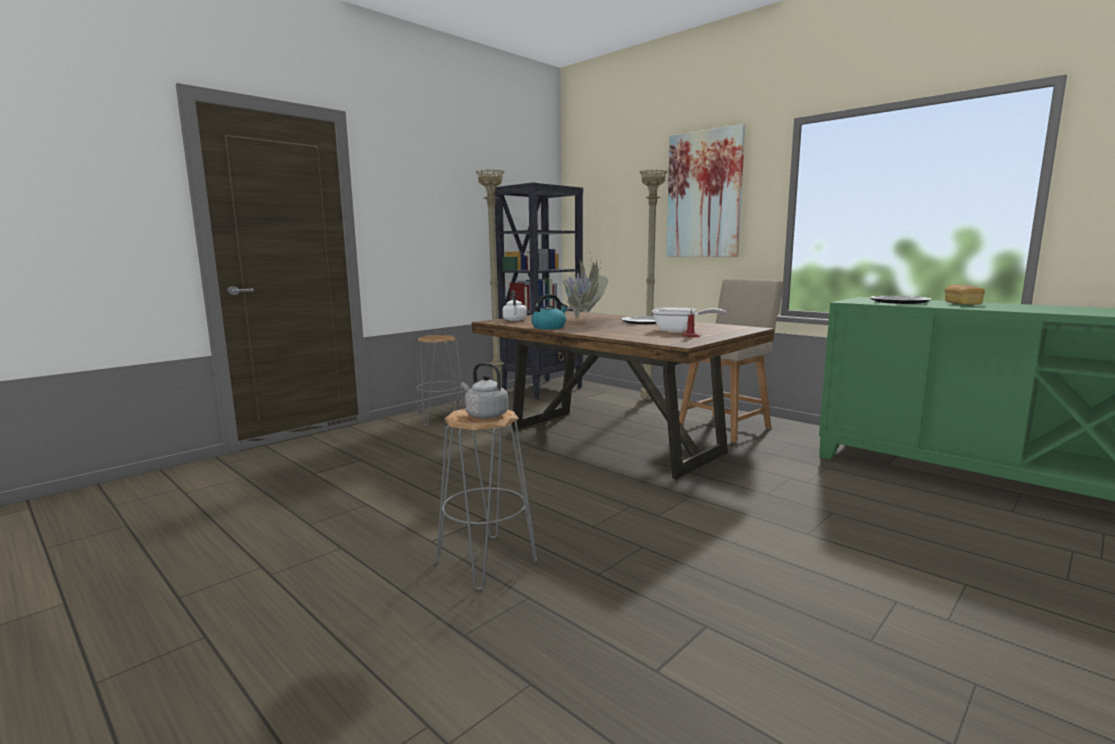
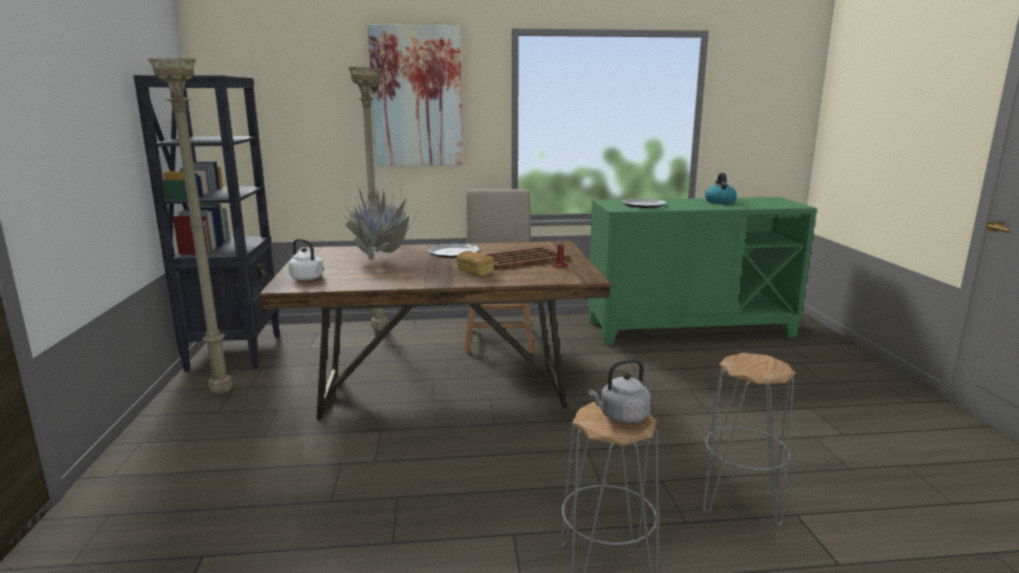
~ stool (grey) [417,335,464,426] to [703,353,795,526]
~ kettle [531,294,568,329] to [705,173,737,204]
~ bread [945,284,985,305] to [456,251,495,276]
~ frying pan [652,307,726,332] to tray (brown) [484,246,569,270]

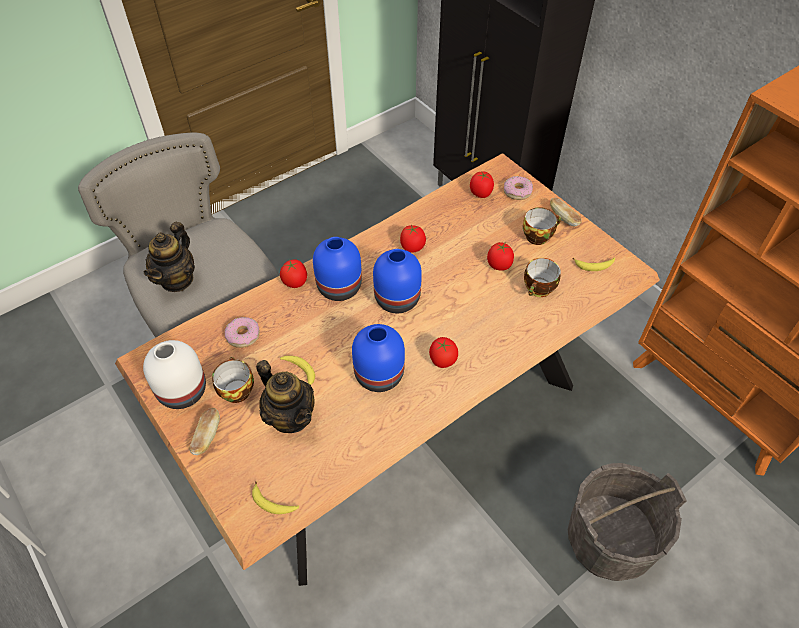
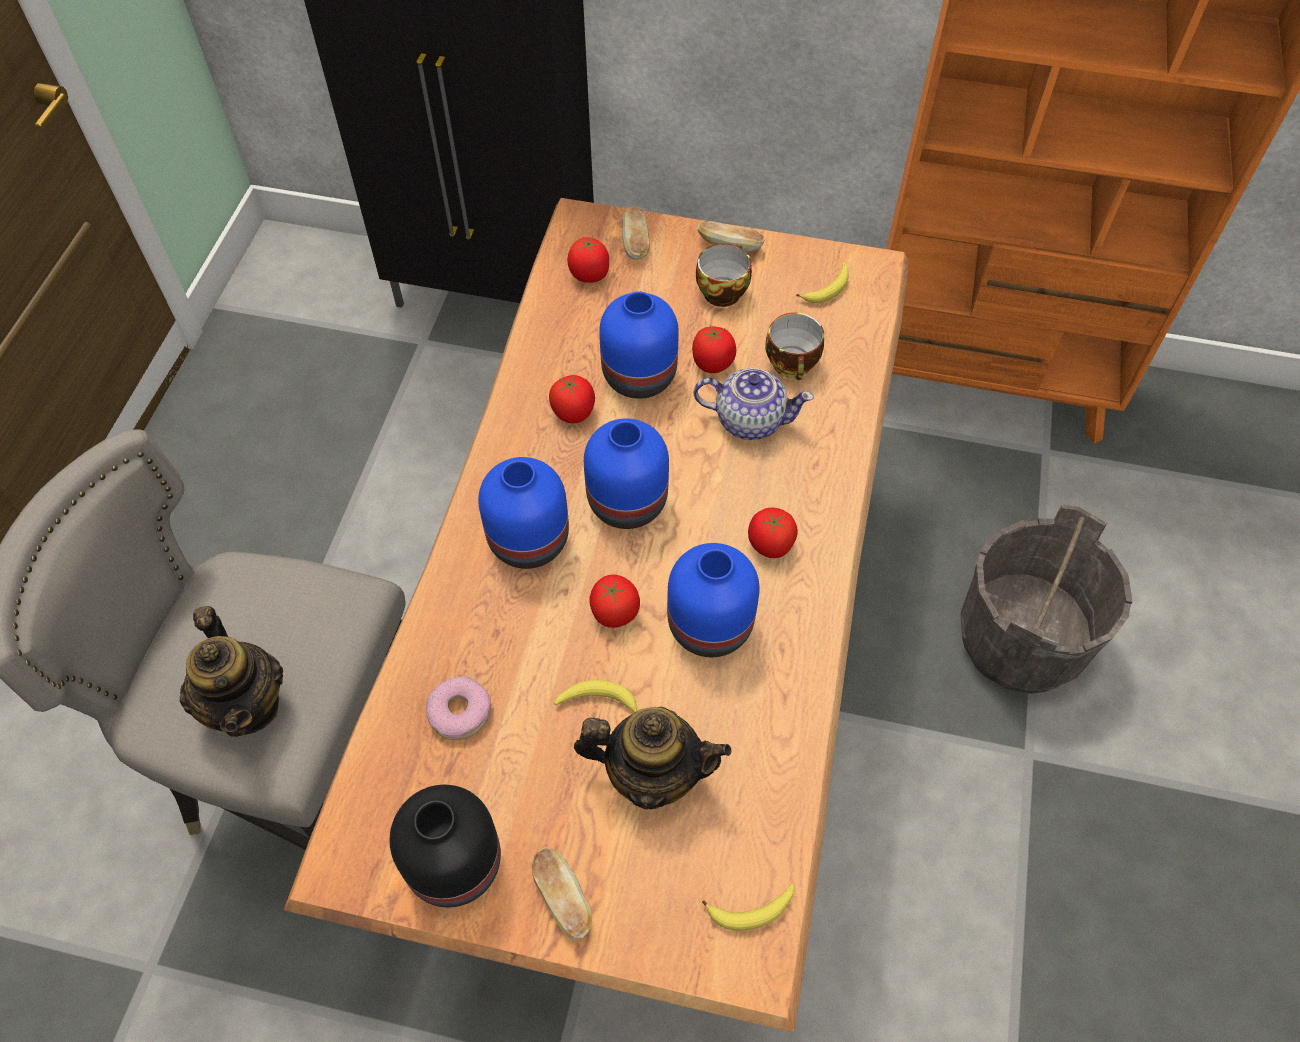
- cup [212,357,254,403]
+ vase (blue) [599,291,679,399]
+ teapot [694,368,814,440]
~ tomato [280,260,307,288] to [589,575,640,628]
~ donut [504,176,533,200] to bread [622,206,650,260]
~ vase (white) [143,340,206,409] to vase (black) [390,785,501,907]

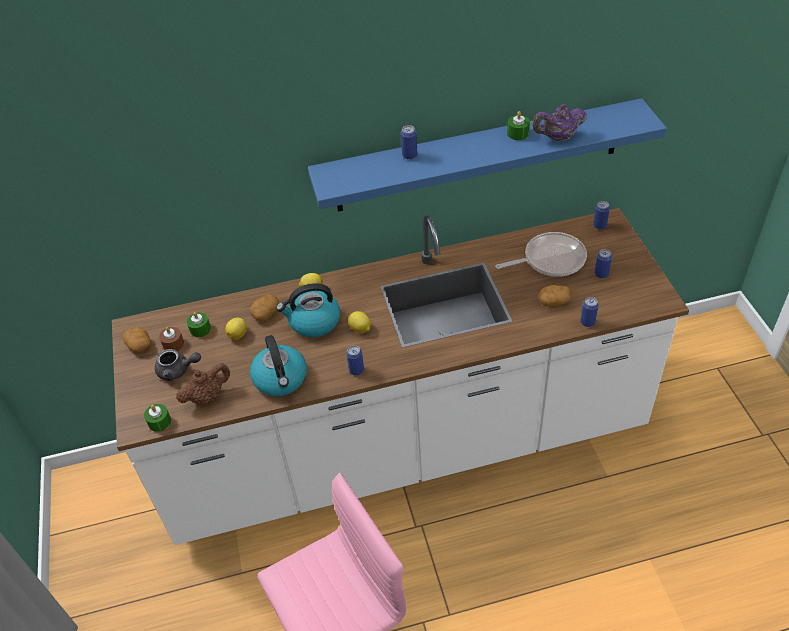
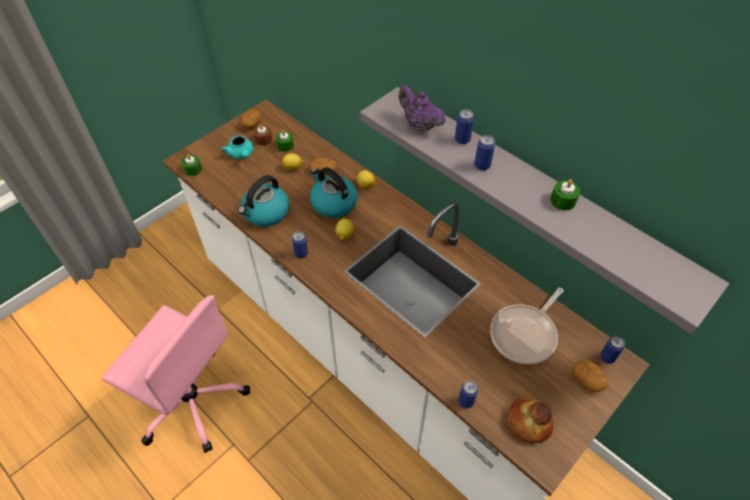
- teapot (brown) [176,363,230,405]
+ bread [507,398,553,443]
~ teapot (purple) [532,104,587,141] to [398,85,446,131]
~ potato [539,285,572,307] to [573,360,609,392]
~ can [595,249,612,278] to [474,135,495,171]
~ teapot (grey) [155,349,201,381] to teapot (turquoise) [221,134,253,159]
~ shelf (blue) [308,98,667,212] to shelf (grey) [360,87,730,334]
~ frying pan [495,232,587,277] = [490,288,564,365] 90 degrees clockwise

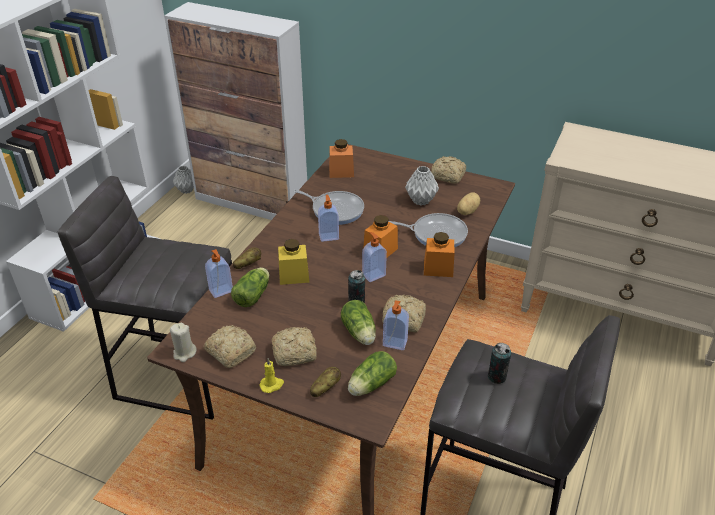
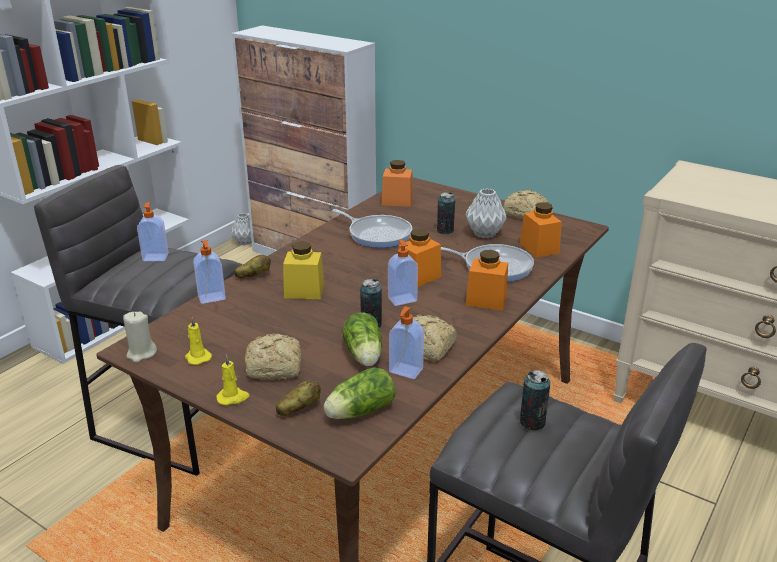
- lettuce [231,267,270,307]
+ can [436,192,455,234]
~ soap dispenser [318,195,339,242] to [137,202,169,261]
~ bread [203,325,256,368] to candle (yellow) [185,317,212,365]
~ potato [457,192,480,215] to jar (orange) [520,203,562,258]

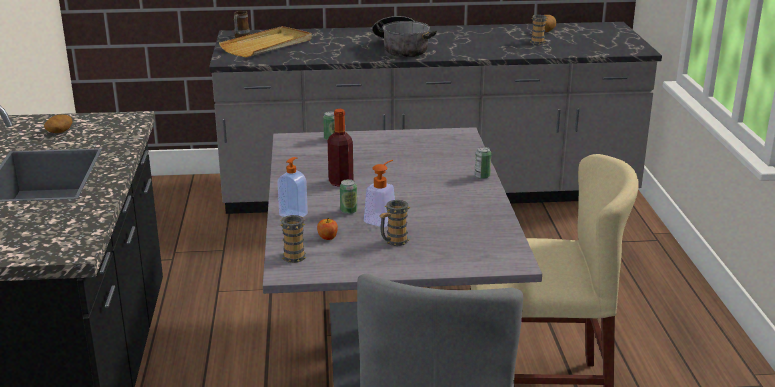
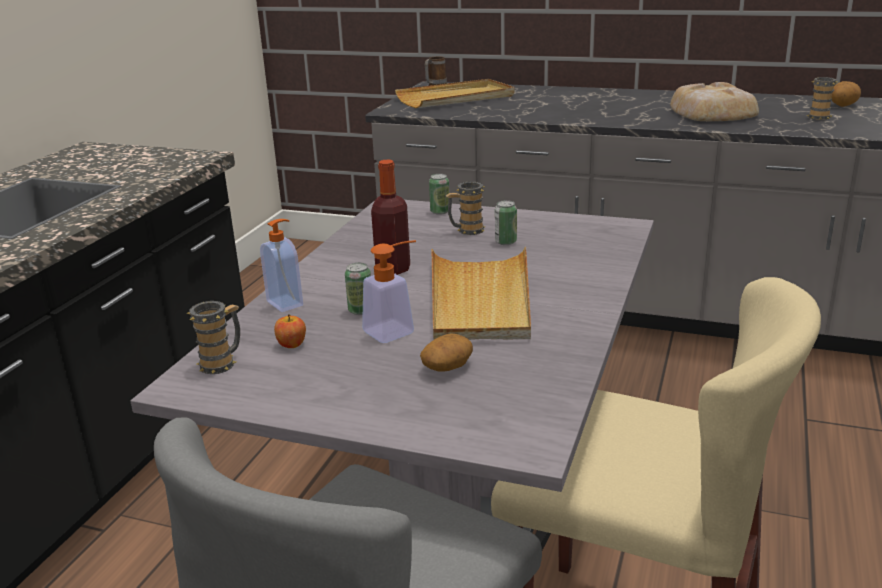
- cooking pot [372,16,437,57]
+ tray (beige) [432,247,531,340]
+ bread [670,82,759,121]
~ potato [44,114,73,133] to [420,334,473,372]
~ mug [379,200,410,246] to [446,182,485,235]
~ can [475,147,491,179] to [495,200,517,245]

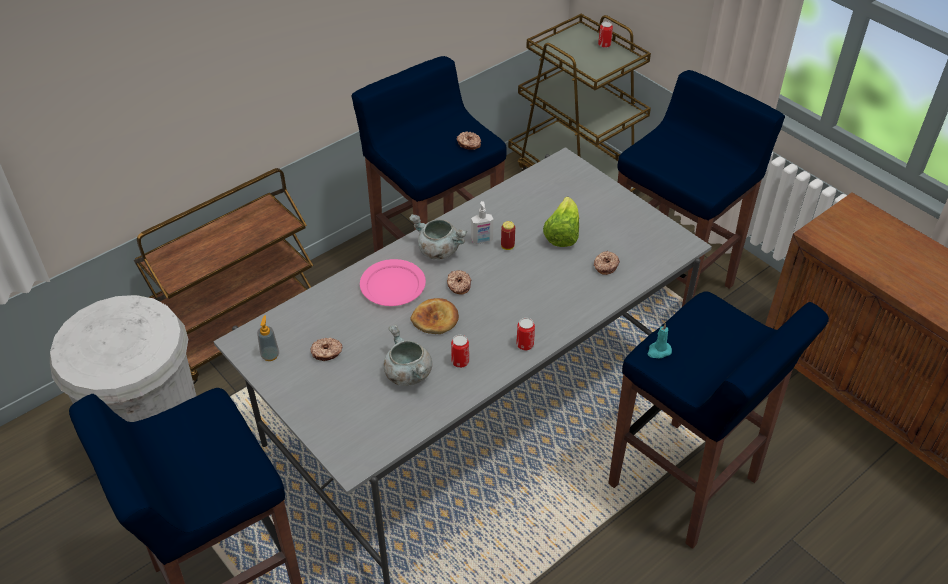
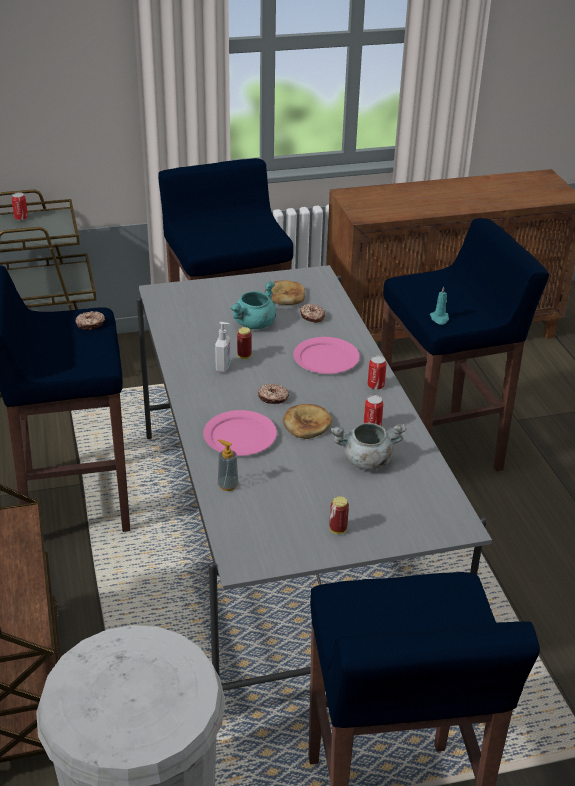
- donut [311,338,343,361]
- cooking pot (grey) [409,214,467,260]
+ bread [264,280,305,305]
+ plate (pink) [293,337,360,374]
+ can [329,496,349,534]
~ soap dispenser [257,315,279,361] to [218,439,239,491]
~ lettuce [543,196,579,247] to cooking pot (turquoise) [230,281,276,329]

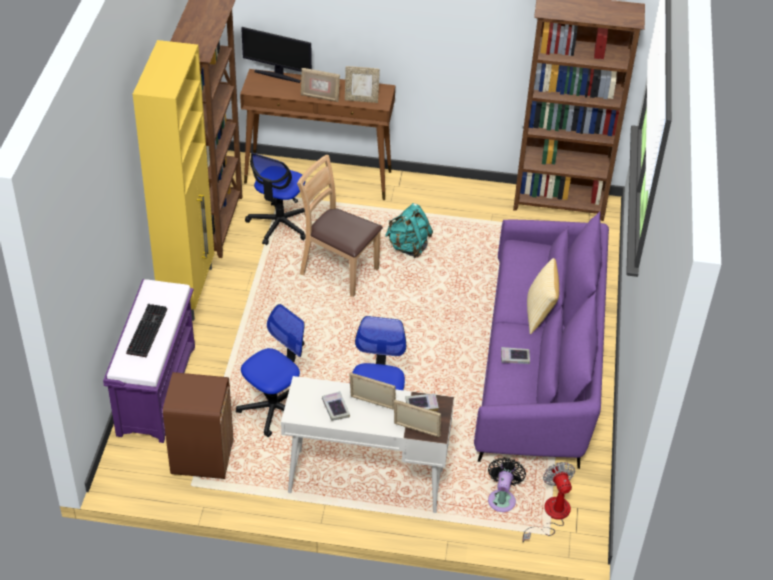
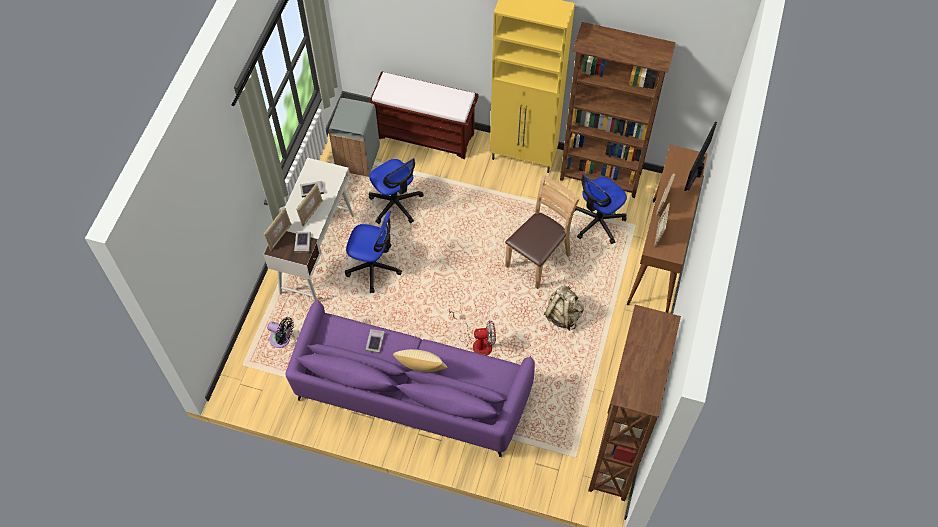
- keyboard [126,304,167,357]
~ fan [522,462,575,542] to [449,308,496,356]
~ bench (purple) [103,279,195,443] to bench (brown) [369,71,478,159]
~ trash can (brown) [163,372,233,479] to trash can (grey) [329,98,380,177]
~ backpack (turquoise) [385,203,433,258] to backpack (beige) [544,285,584,331]
~ office chair [245,153,306,245] = [574,174,627,244] 75 degrees counterclockwise

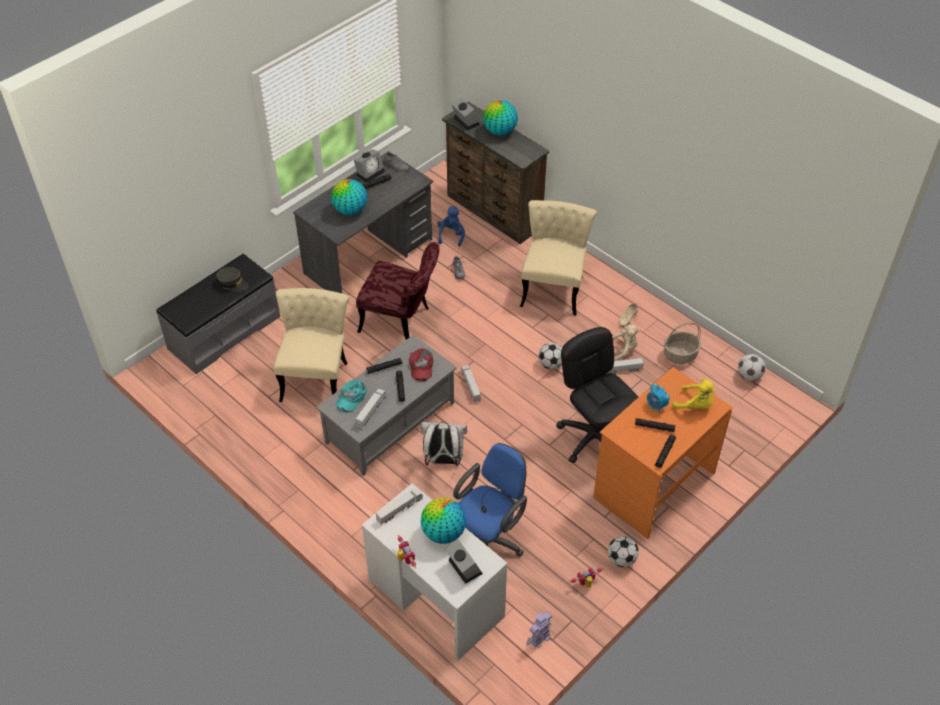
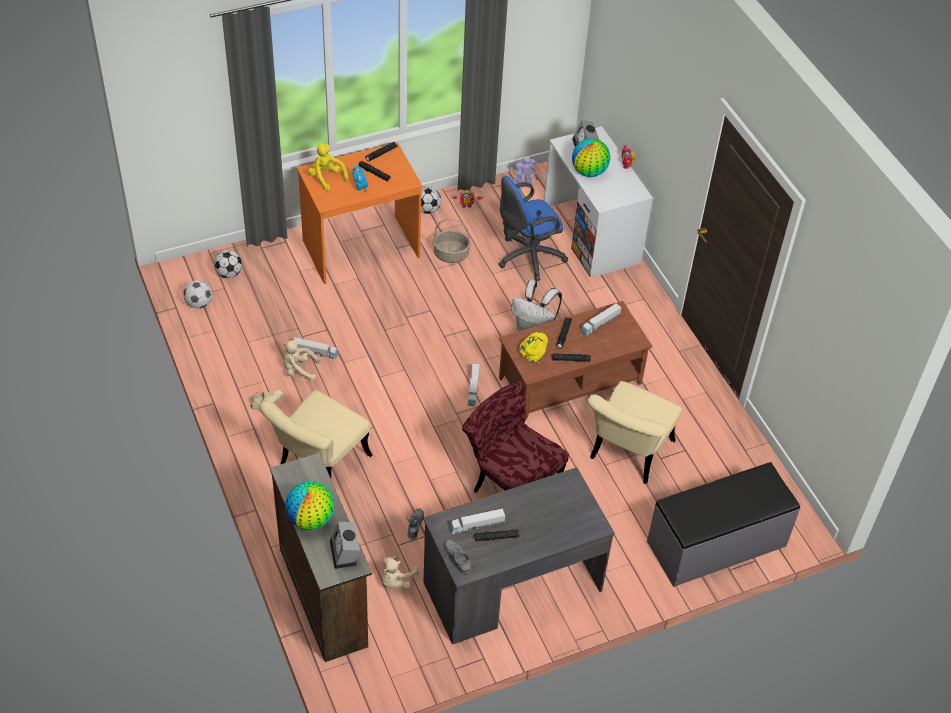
- cap (grey) [216,267,249,292]
- globe [331,179,367,216]
- cap (turquoise) [336,380,367,413]
- alarm clock [354,149,385,183]
- office chair (black) [556,327,638,463]
~ toy truck [376,488,423,525] to [450,508,505,534]
~ football [538,343,562,369] to [214,250,242,278]
~ basket [664,322,701,364] to [433,219,471,263]
~ coffee table (grey) [316,335,457,476] to coffee table (brown) [499,301,652,421]
~ cap (red) [409,348,433,382] to cap (yellow) [519,332,548,364]
~ plush toy (blue) [437,206,465,247] to plush toy (beige) [382,556,419,590]

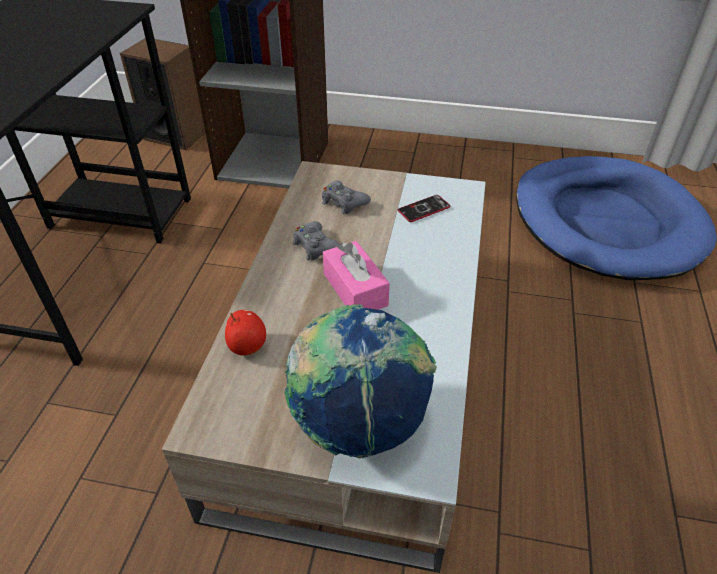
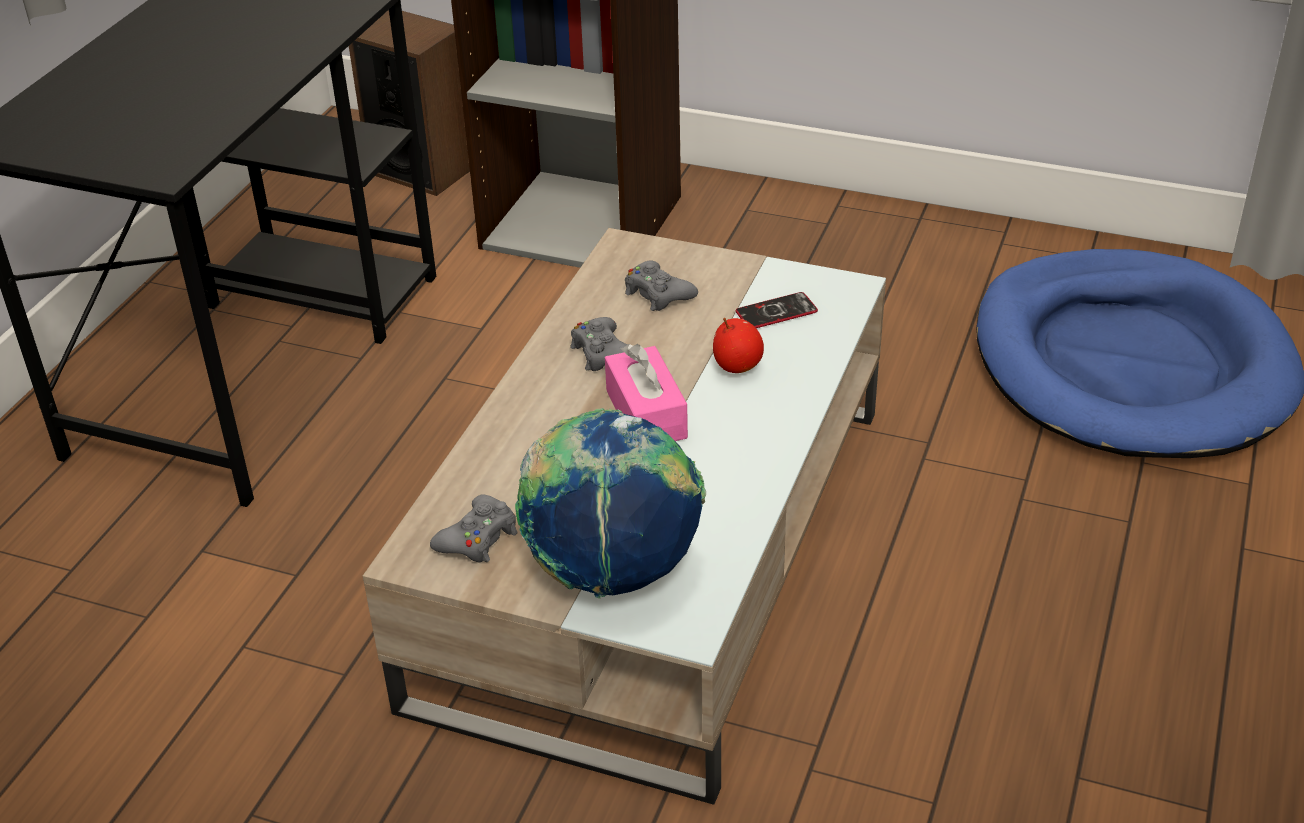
+ game controller (grey) [430,494,518,563]
~ apple [225,310,266,355] to [713,318,764,373]

